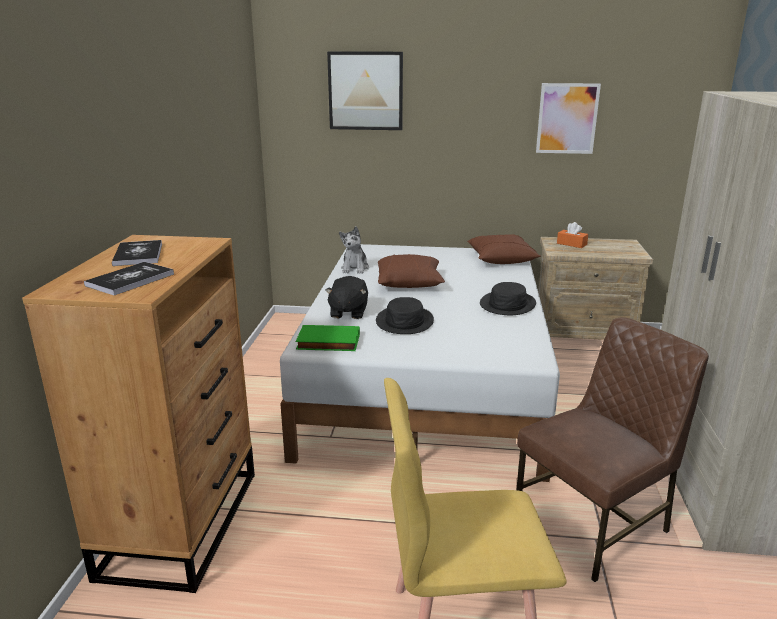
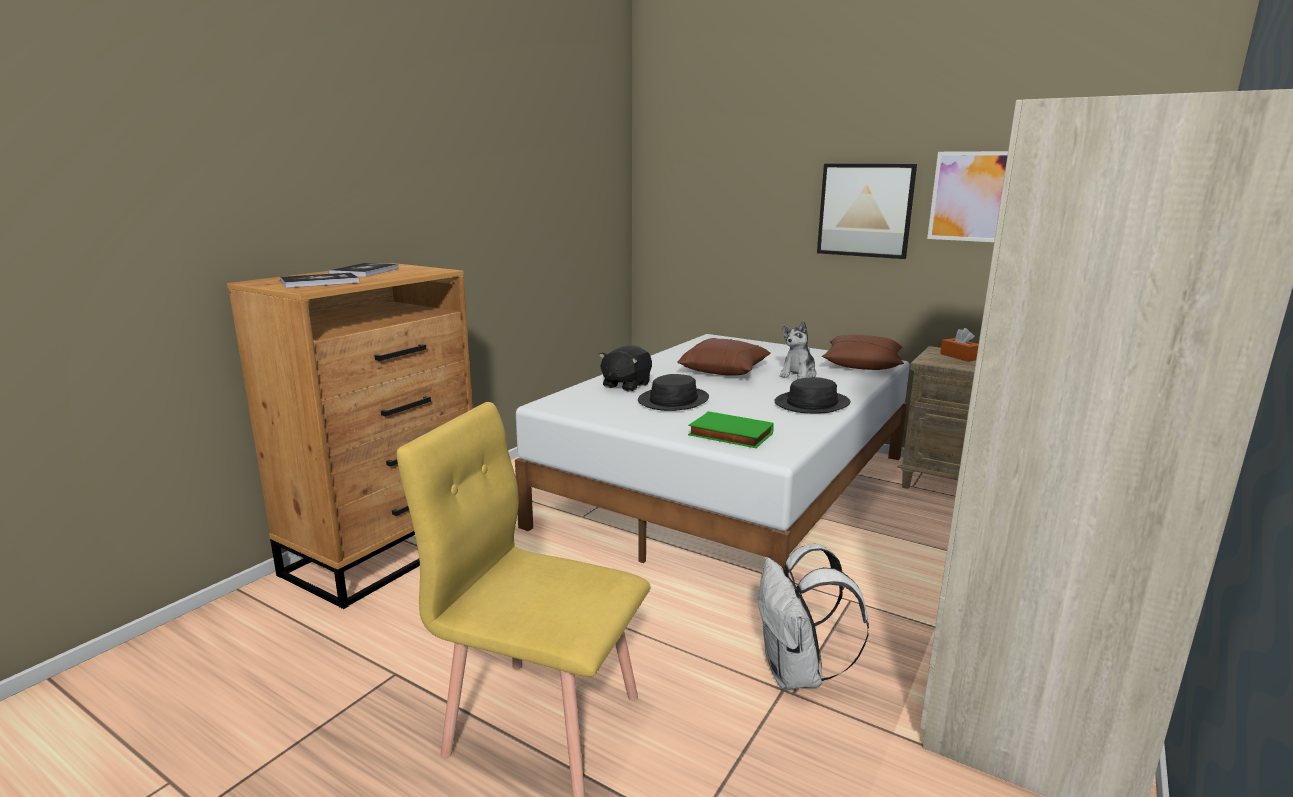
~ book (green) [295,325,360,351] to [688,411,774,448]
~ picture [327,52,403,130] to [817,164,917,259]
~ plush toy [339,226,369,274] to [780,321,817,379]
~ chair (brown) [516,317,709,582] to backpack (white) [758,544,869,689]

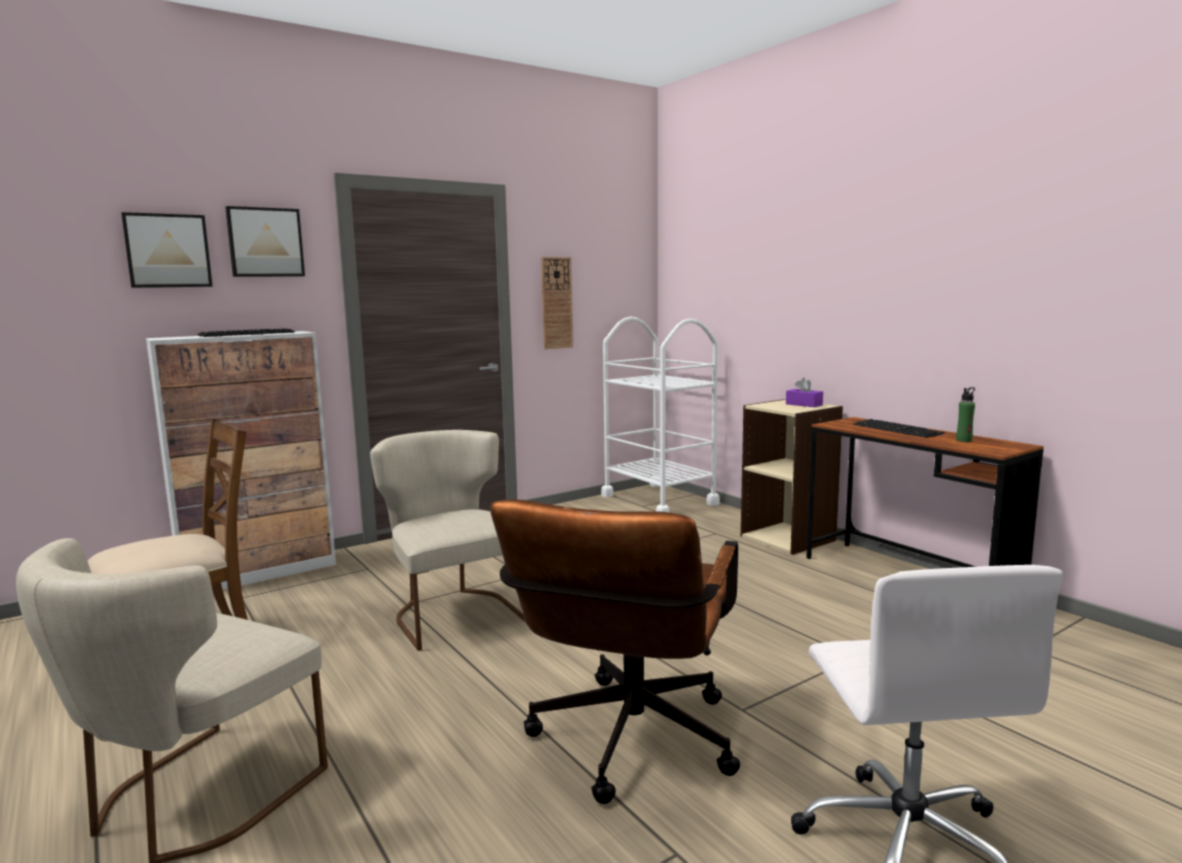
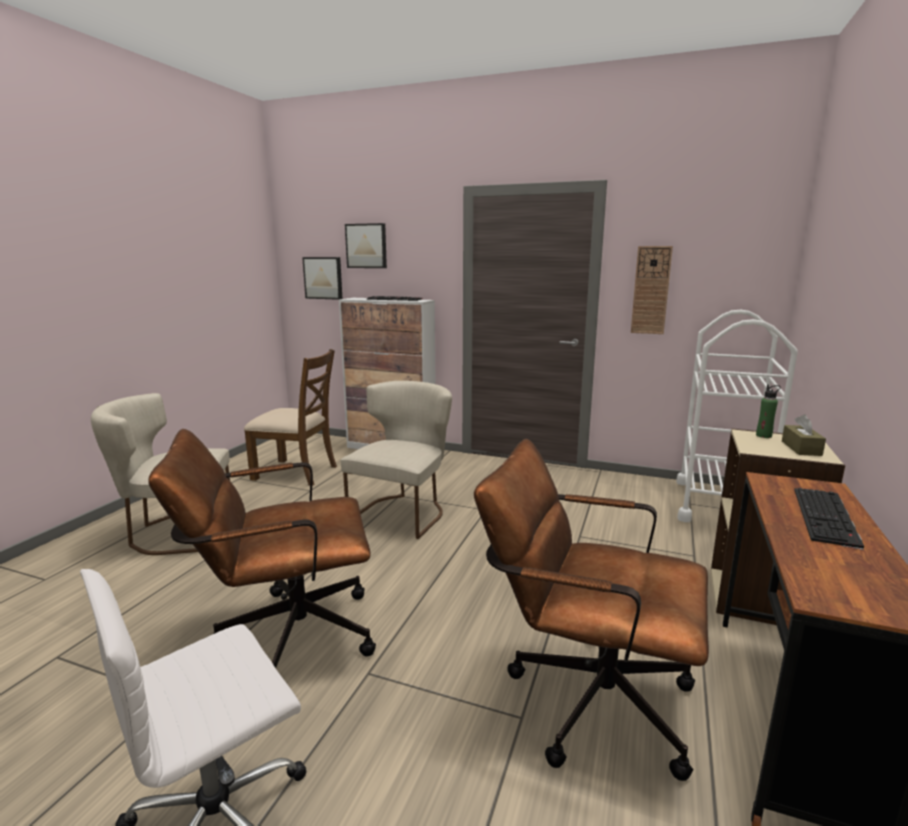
+ office chair (brown) [474,439,709,781]
~ picture [225,206,305,277] to [302,257,342,300]
~ bottle (green) [956,387,975,442] to [756,384,781,438]
~ tissue box (purple) [786,378,823,407] to tissue box (brown) [782,414,826,456]

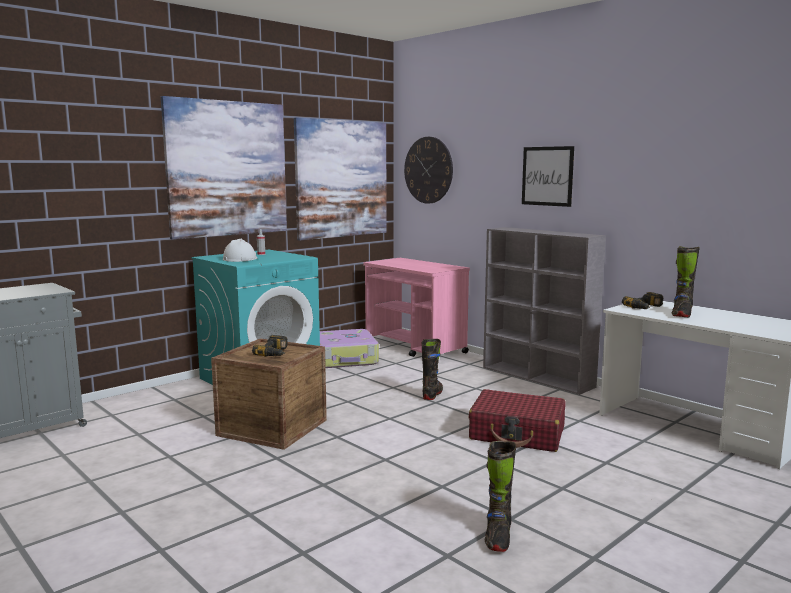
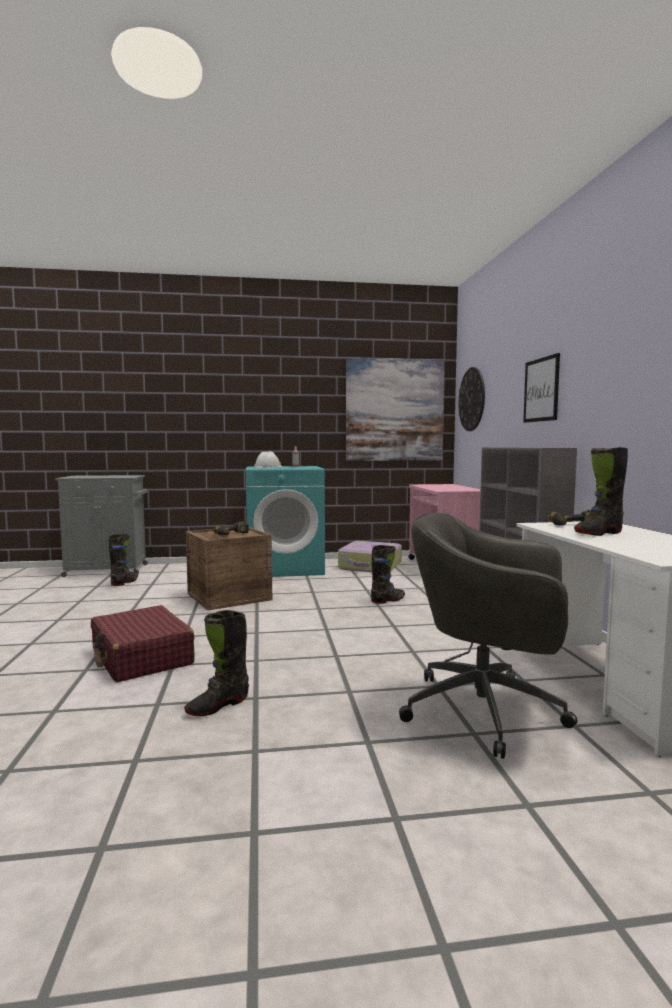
- picture [161,96,287,240]
+ boot (black) [109,534,138,586]
+ office chair (grey) [399,513,578,759]
~ suitcase (red) [469,389,566,452] to [91,605,195,683]

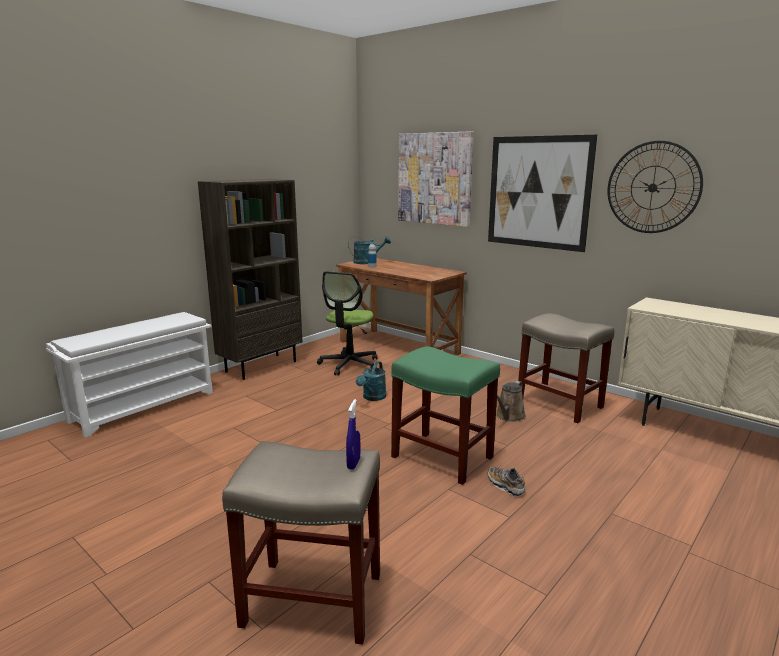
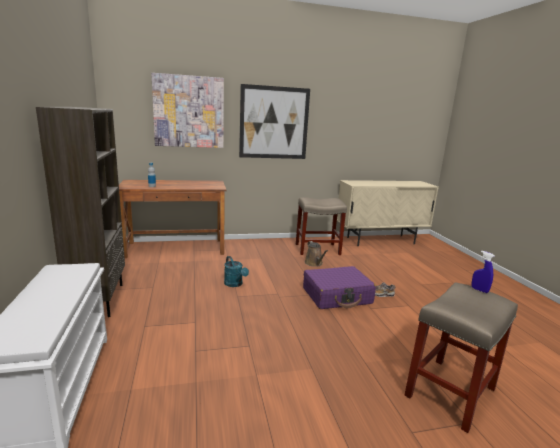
- office chair [317,271,378,376]
- watering can (turquoise) [348,236,391,264]
- wall clock [608,141,703,233]
~ stool (green) [391,346,500,485] to suitcase (purple) [303,266,376,309]

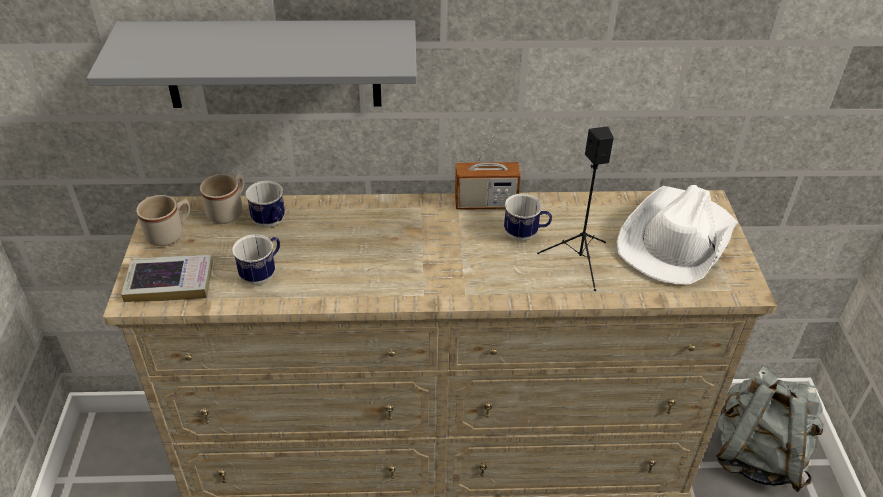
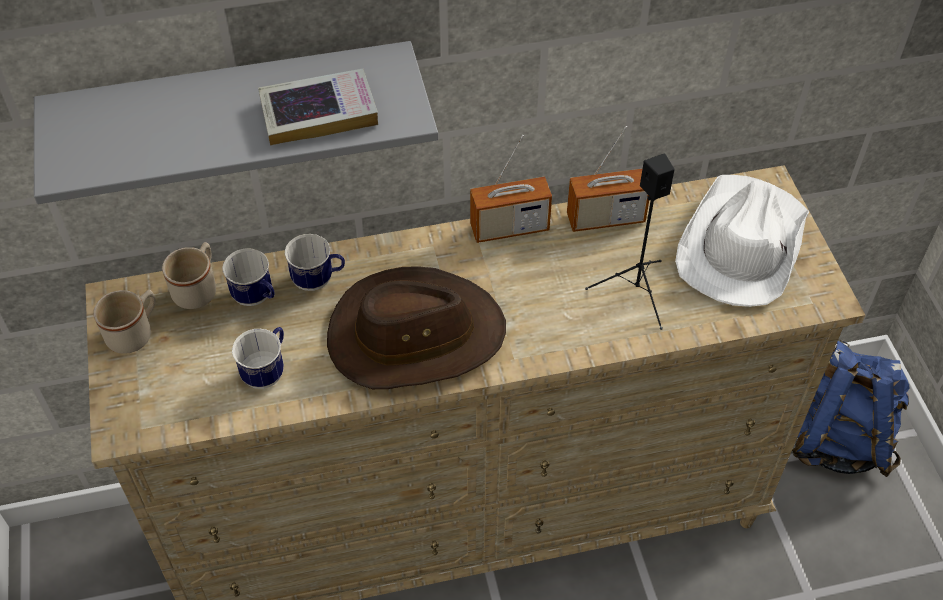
+ hat (brown) [327,266,506,389]
+ radio [567,126,650,232]
~ book [121,255,213,302] to [258,69,378,145]
~ mug [504,193,552,241] to [285,234,345,291]
~ backpack (grey) [716,366,823,492] to backpack (blue) [792,340,910,477]

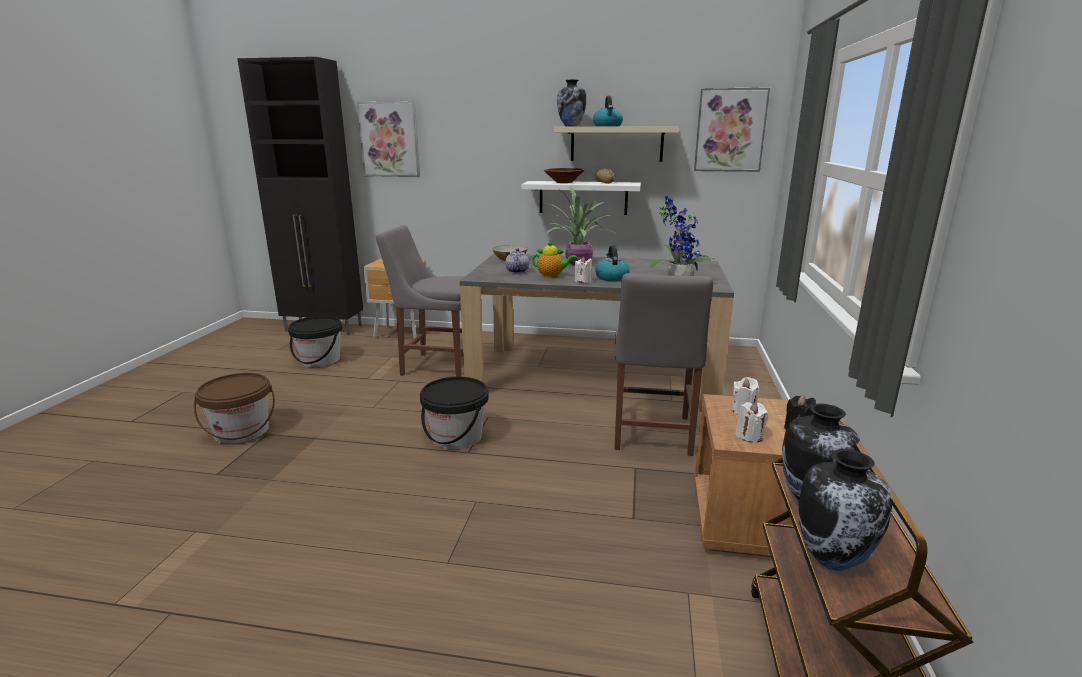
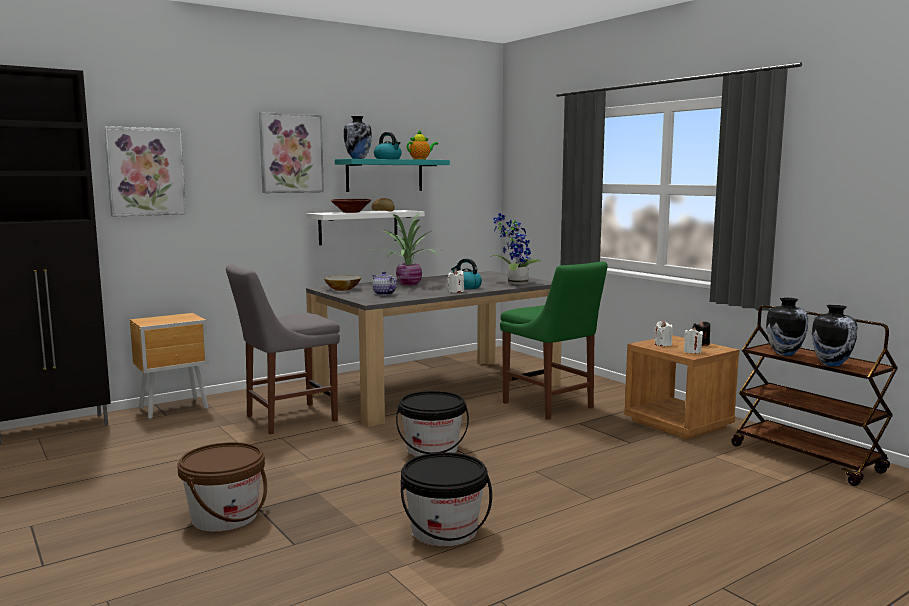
~ bucket (black) [288,316,343,367] to [401,452,492,546]
~ teapot [532,240,577,278] to [407,130,438,160]
~ picture [694,88,770,172] to [259,112,324,193]
~ shelf (beige) [554,127,679,162] to shelf (turquoise) [335,159,450,192]
~ chair (grey) [614,273,713,456] to chair (green) [500,261,608,420]

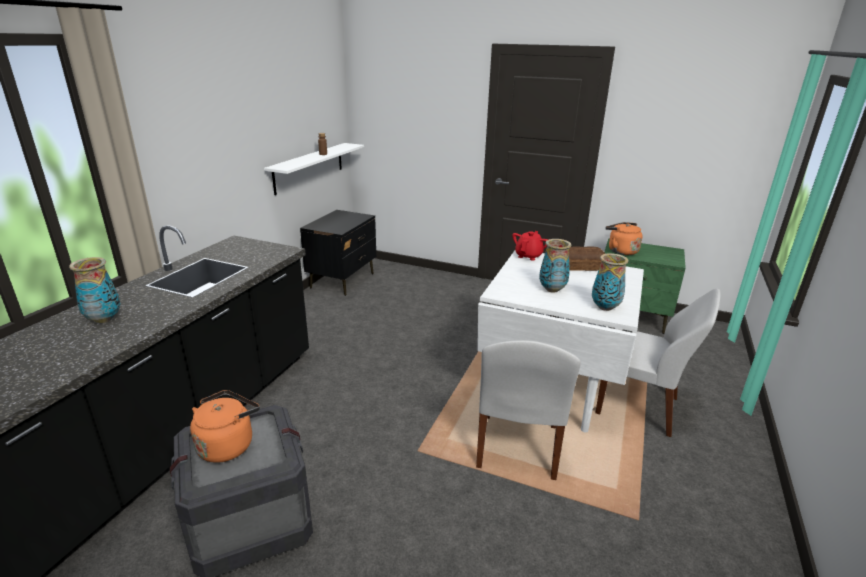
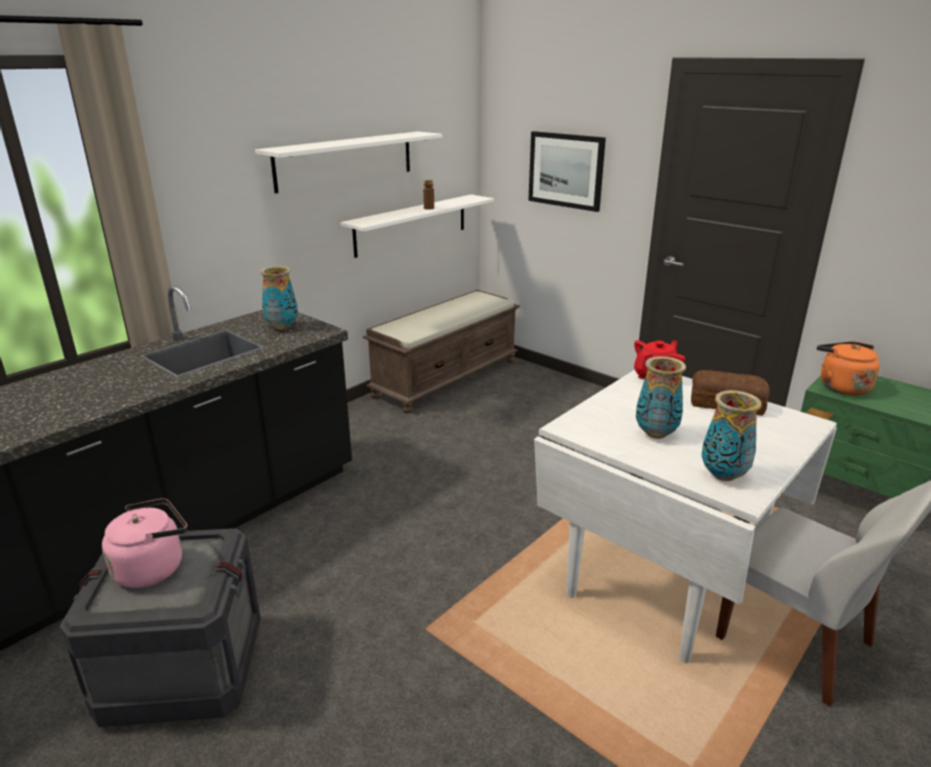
- chair (white) [476,340,581,480]
+ shelf (white) [255,131,442,193]
+ picture [528,131,606,212]
~ vase [69,257,120,323] to [260,266,298,330]
~ nightstand (black) [300,210,376,296] to bench (brown) [363,290,520,413]
~ kettle (orange) [190,390,260,463] to kettle (pink) [102,498,187,588]

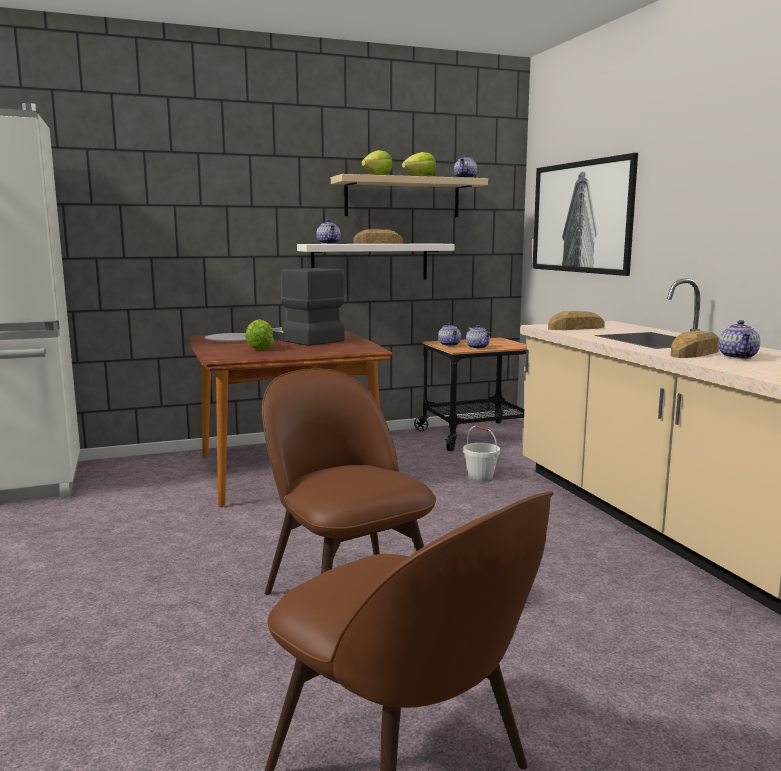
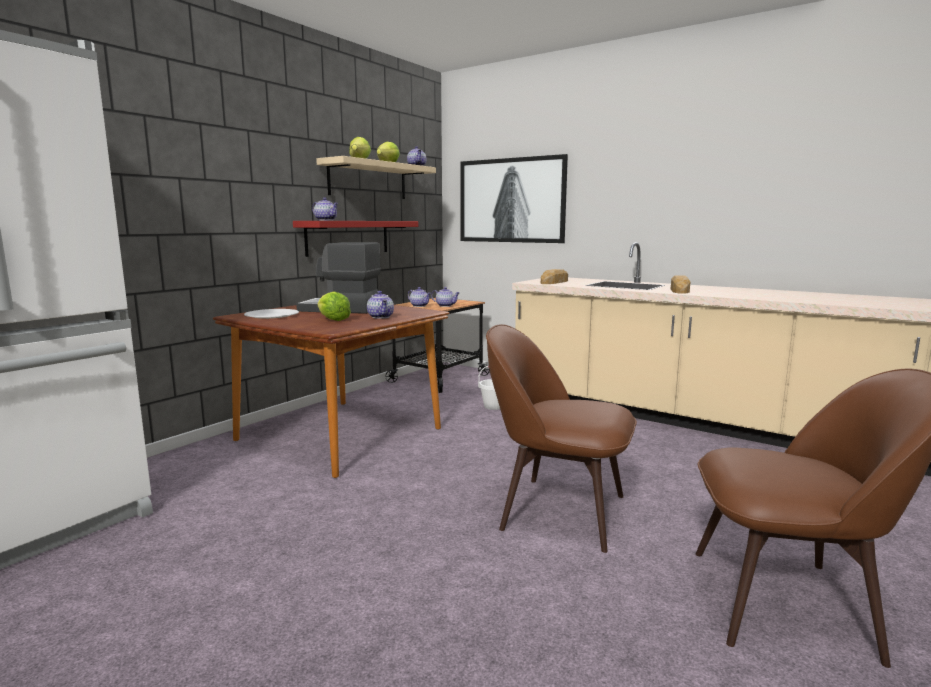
- bread [353,229,403,244]
~ teapot [718,320,760,359] to [367,291,394,319]
~ shelf (white) [297,244,455,279] to shelf (red) [293,221,418,257]

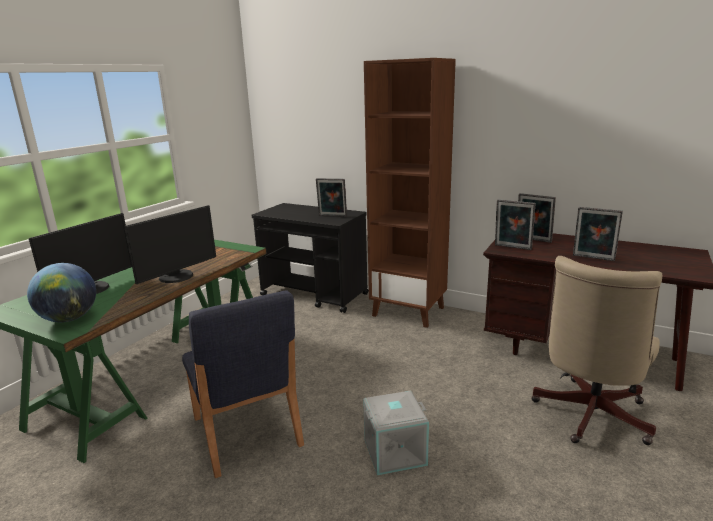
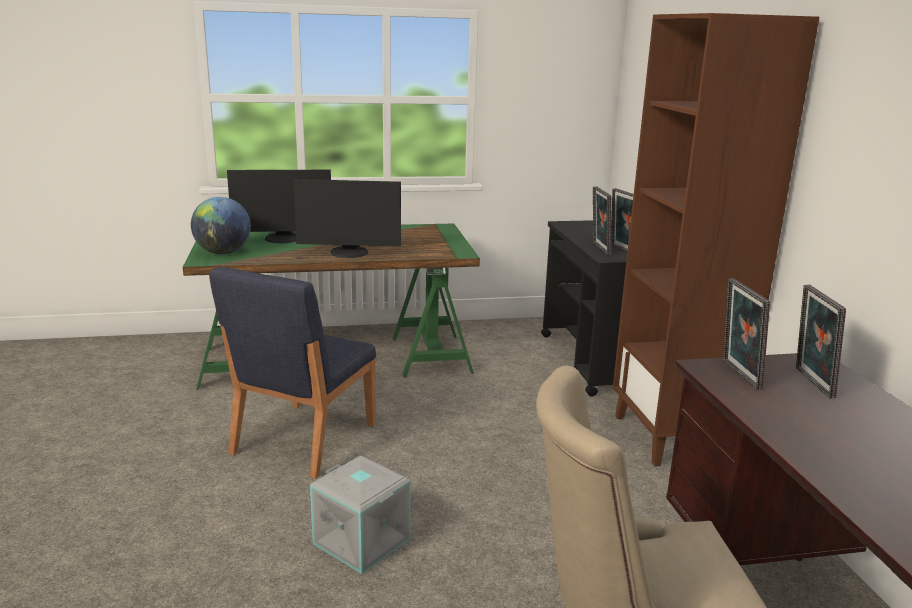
~ picture frame [573,207,623,261] to [593,186,612,255]

